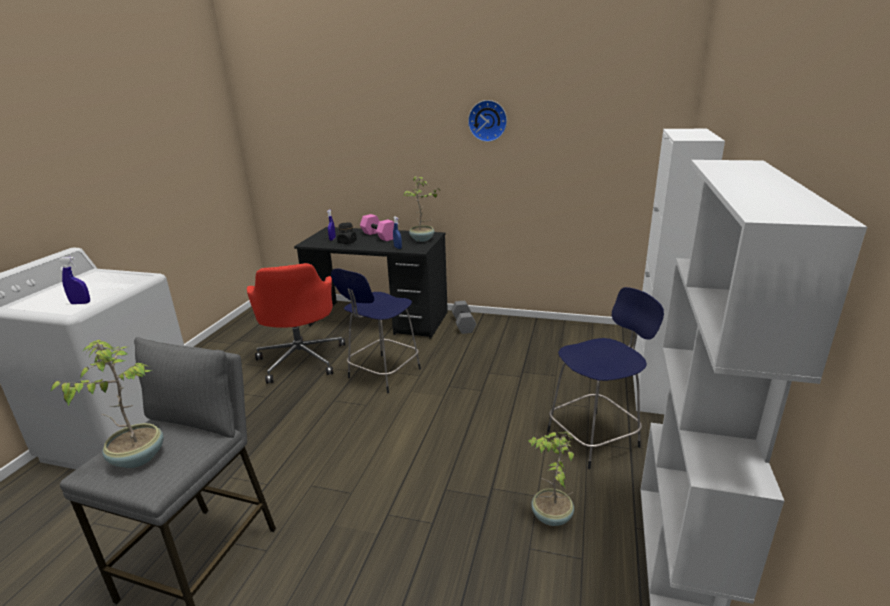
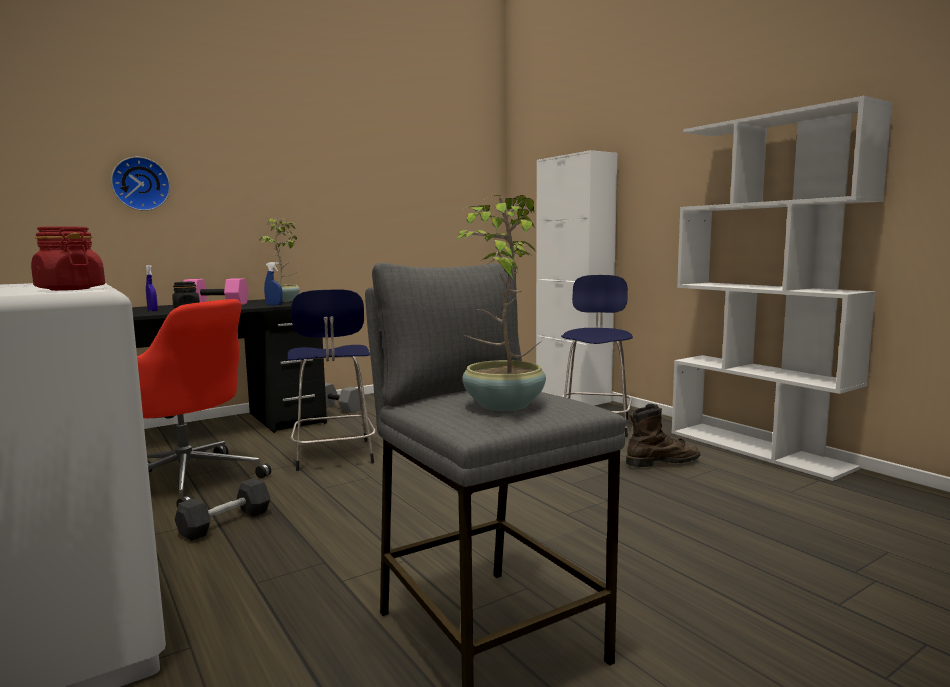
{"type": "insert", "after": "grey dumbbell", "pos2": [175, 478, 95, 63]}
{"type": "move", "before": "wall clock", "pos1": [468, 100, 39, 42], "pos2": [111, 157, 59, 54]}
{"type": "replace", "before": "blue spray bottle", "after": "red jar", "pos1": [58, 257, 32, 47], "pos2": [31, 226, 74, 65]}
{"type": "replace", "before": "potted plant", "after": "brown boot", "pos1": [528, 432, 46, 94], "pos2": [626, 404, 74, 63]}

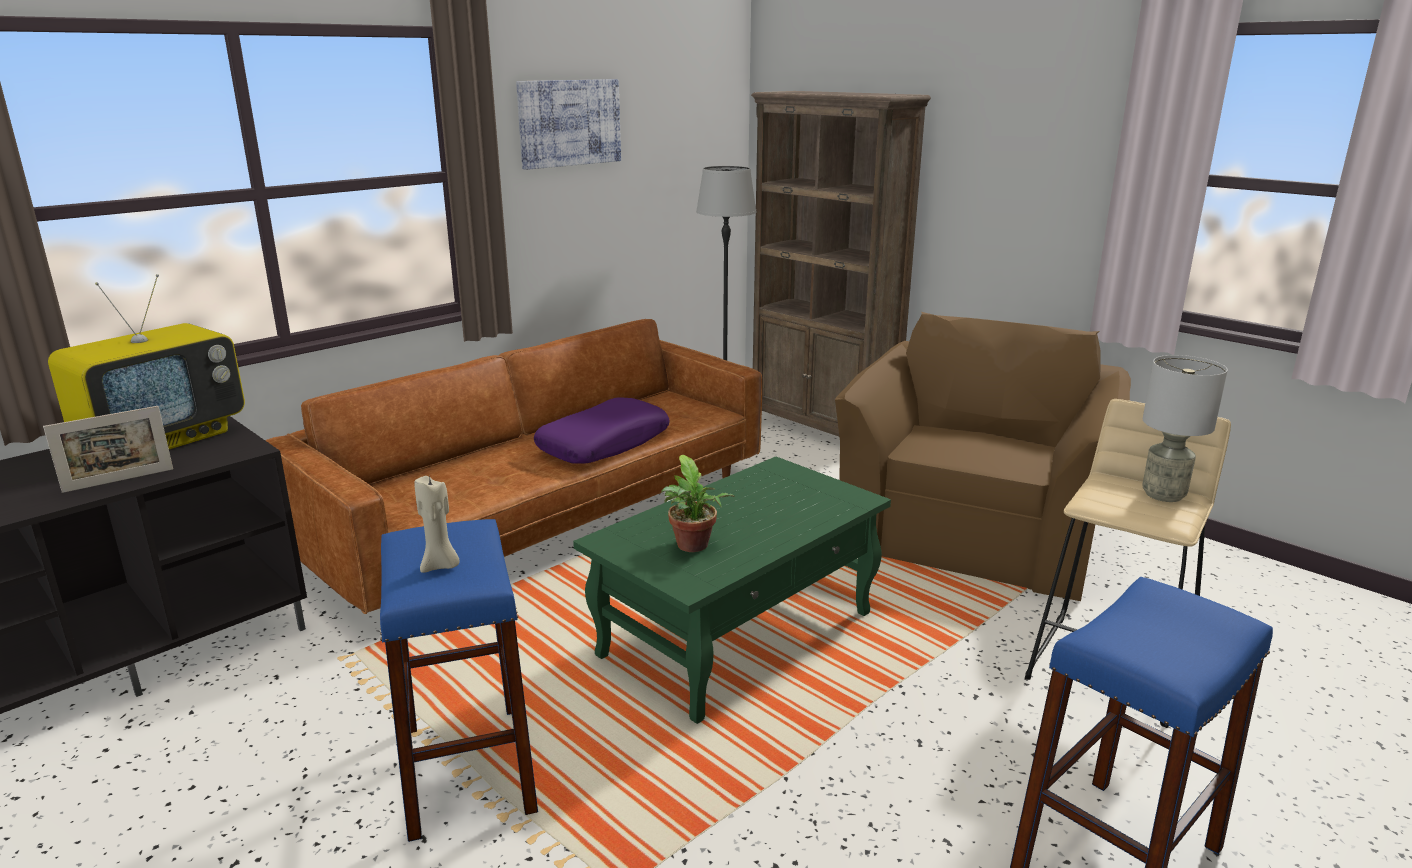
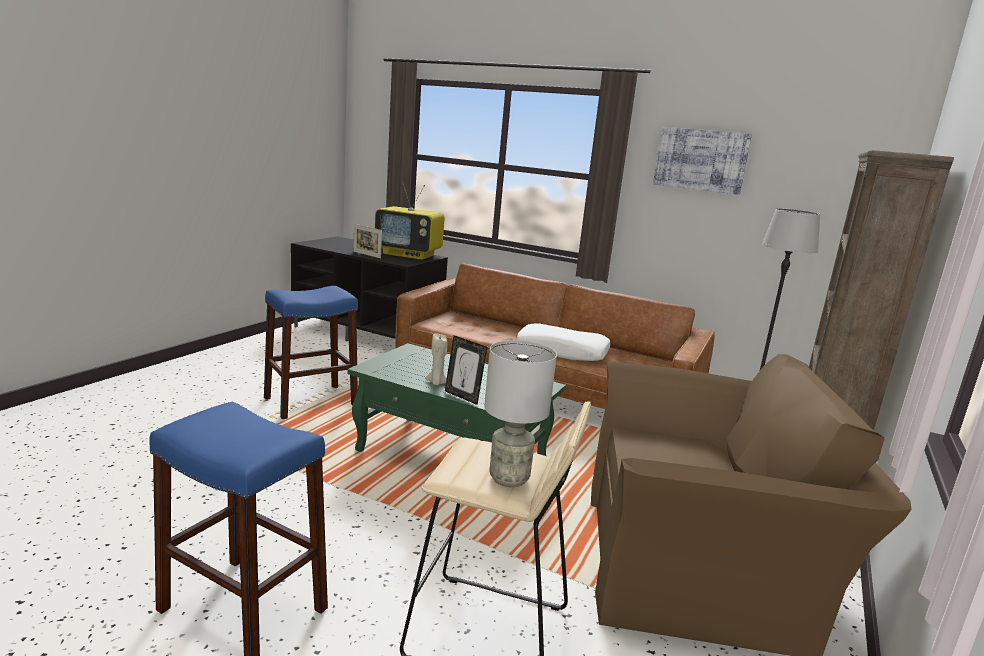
{"type": "delete", "before": "potted plant", "pos1": [661, 455, 74, 97]}
{"type": "insert", "after": "picture frame", "pos2": [445, 335, 42, 70]}
{"type": "move", "before": "beige candle", "pos1": [414, 475, 46, 98], "pos2": [425, 334, 23, 51]}
{"type": "recolor", "before": "purple pillow", "after": "white pillow", "pos1": [534, 397, 136, 67], "pos2": [517, 323, 93, 38]}

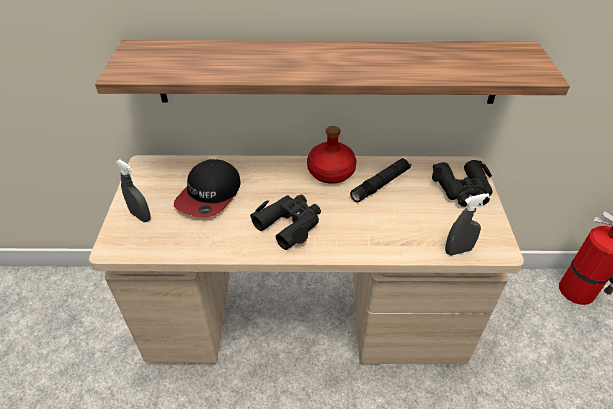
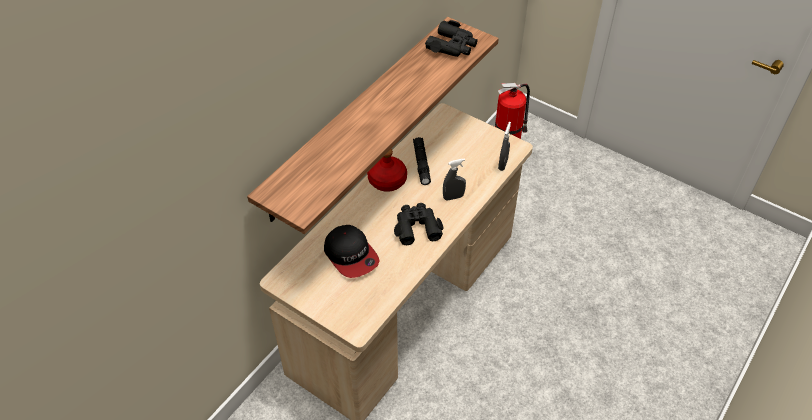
{"type": "move", "before": "grey spray bottle", "pos1": [116, 159, 35, 63], "pos2": [443, 158, 23, 43]}
{"type": "move", "before": "black binoculars", "pos1": [432, 160, 61, 47], "pos2": [425, 20, 53, 37]}

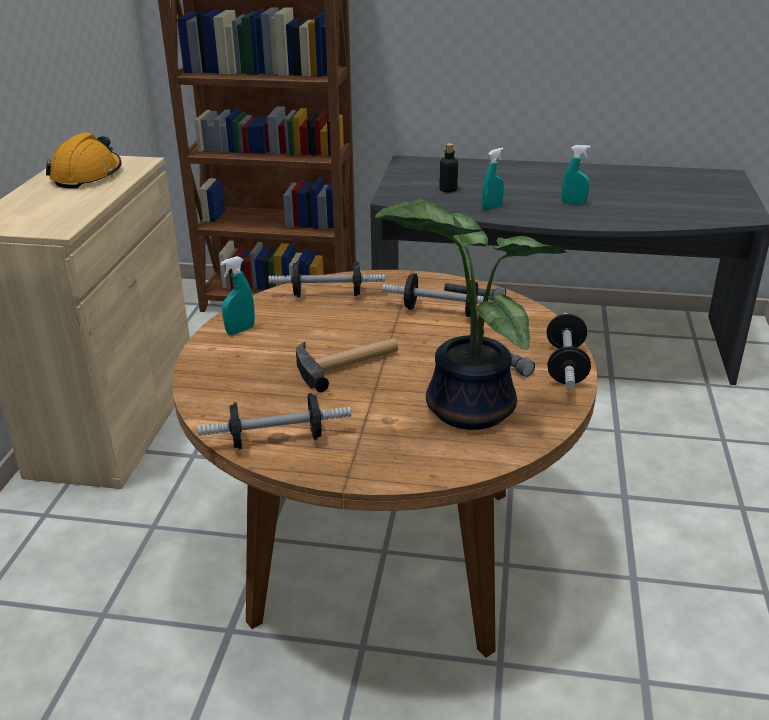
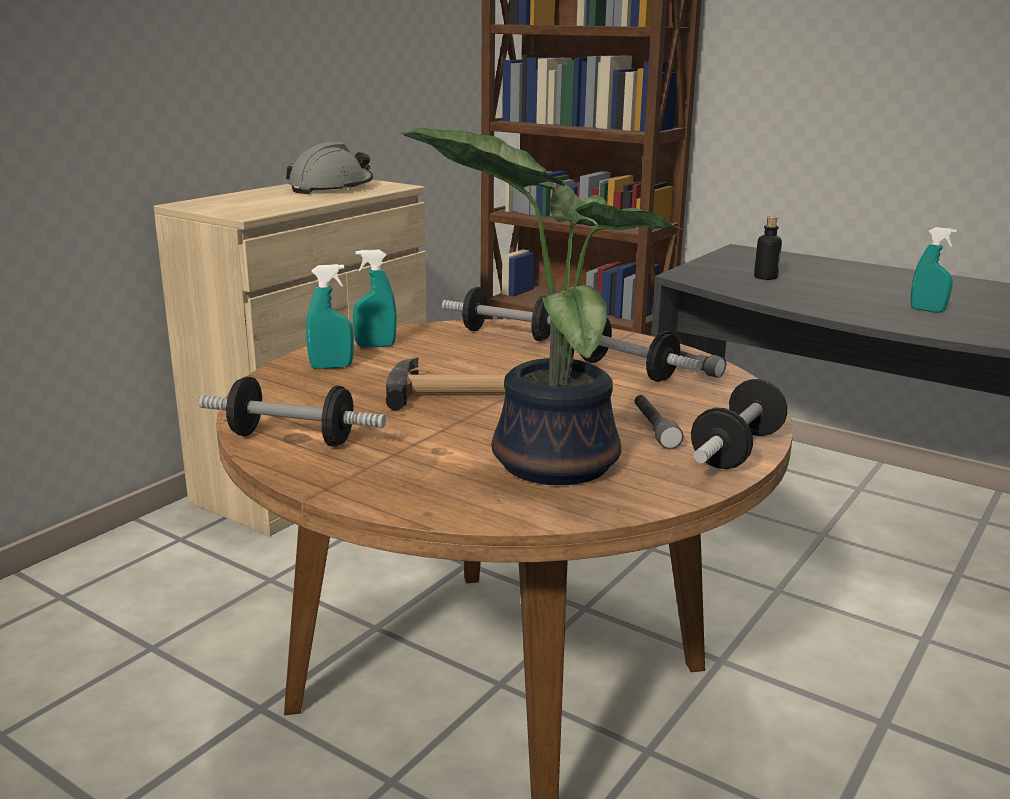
{"type": "move", "before": "turquoise spray bottle", "pos1": [482, 148, 22, 63], "pos2": [306, 264, 48, 105]}
{"type": "recolor", "before": "orange hard hat", "after": "grey hard hat", "pos1": [46, 132, 76, 57], "pos2": [286, 142, 87, 52]}

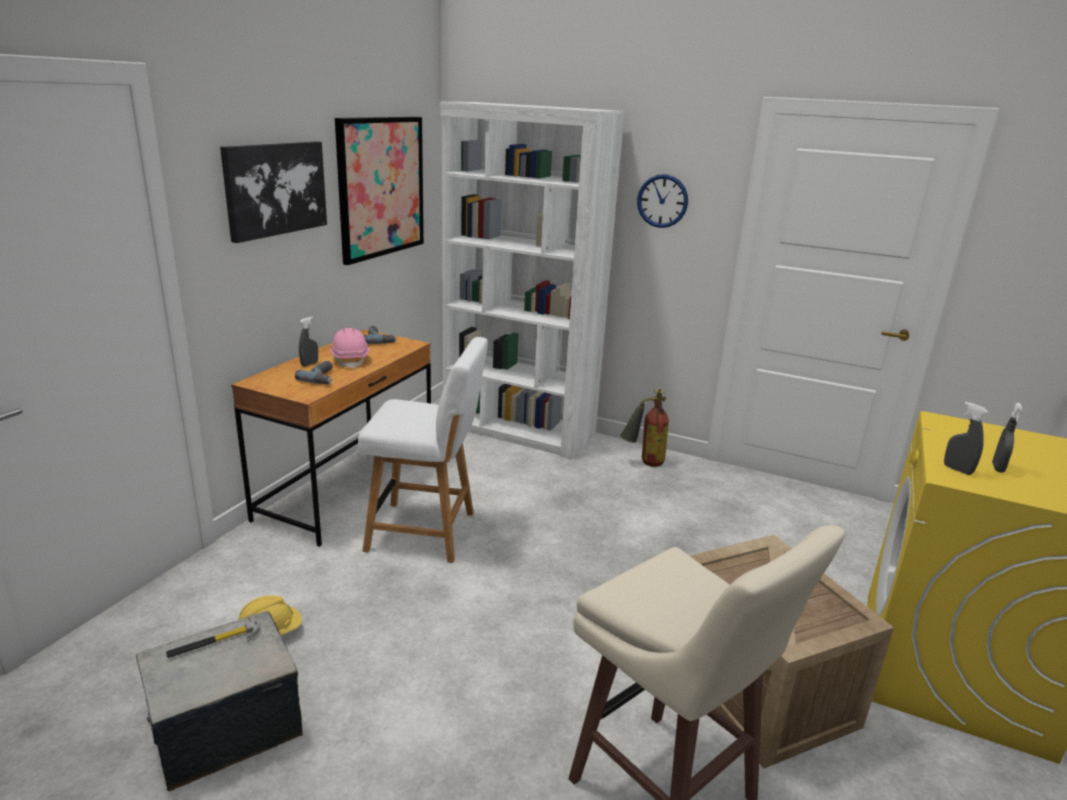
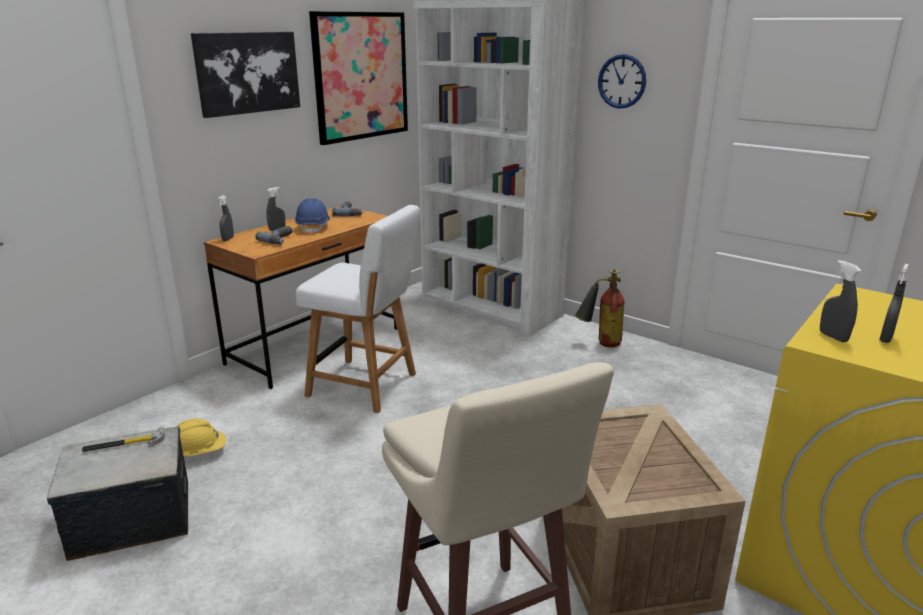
{"type": "insert", "after": "grey spray bottle", "pos2": [218, 195, 16, 46]}
{"type": "recolor", "before": "pink hard hat", "after": "blue hard hat", "pos1": [330, 328, 39, 41], "pos2": [294, 198, 36, 36]}

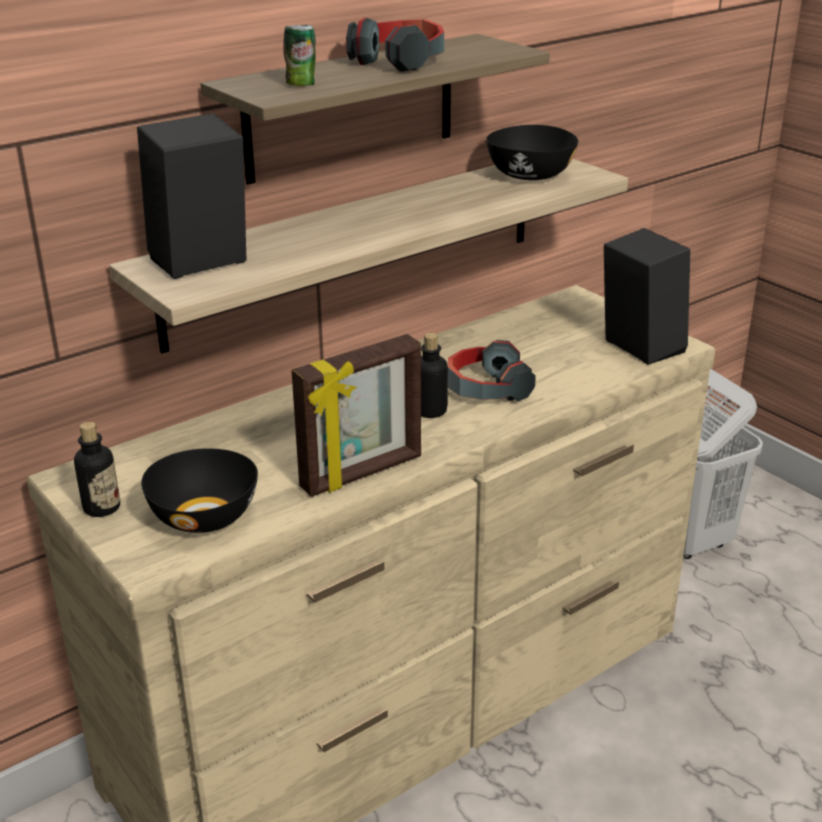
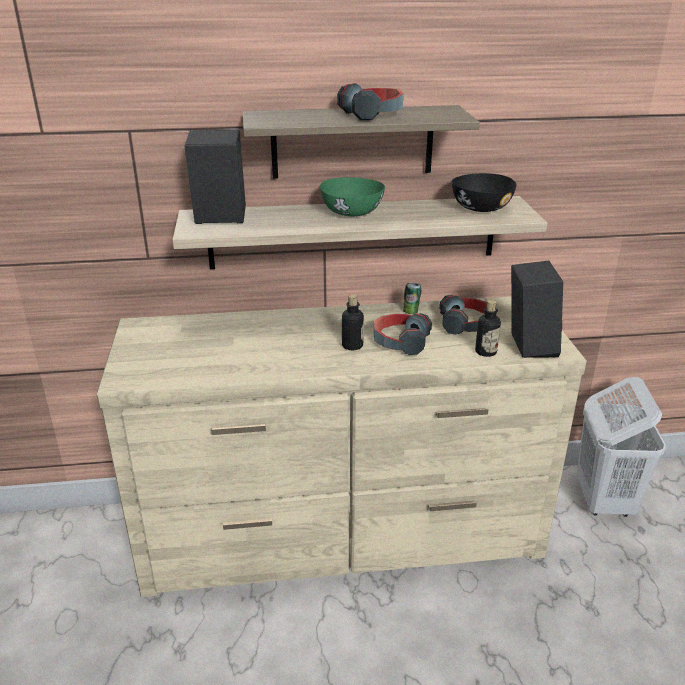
{"type": "delete", "before": "black bowl", "pos1": [141, 448, 117, 85]}
{"type": "delete", "before": "picture frame", "pos1": [291, 334, 130, 163]}
{"type": "insert", "after": "green bowl", "pos2": [320, 177, 65, 39]}
{"type": "insert", "after": "headphones", "pos2": [440, 294, 47, 41]}
{"type": "move", "before": "bottle", "pos1": [74, 422, 46, 95], "pos2": [475, 300, 26, 57]}
{"type": "move", "before": "can", "pos1": [283, 25, 33, 61], "pos2": [403, 283, 19, 31]}

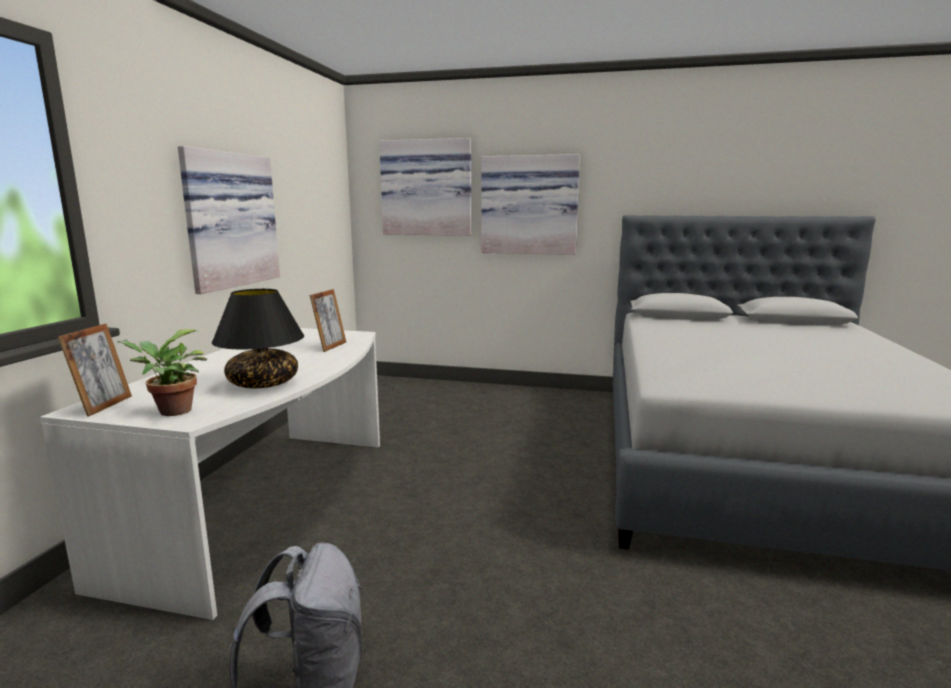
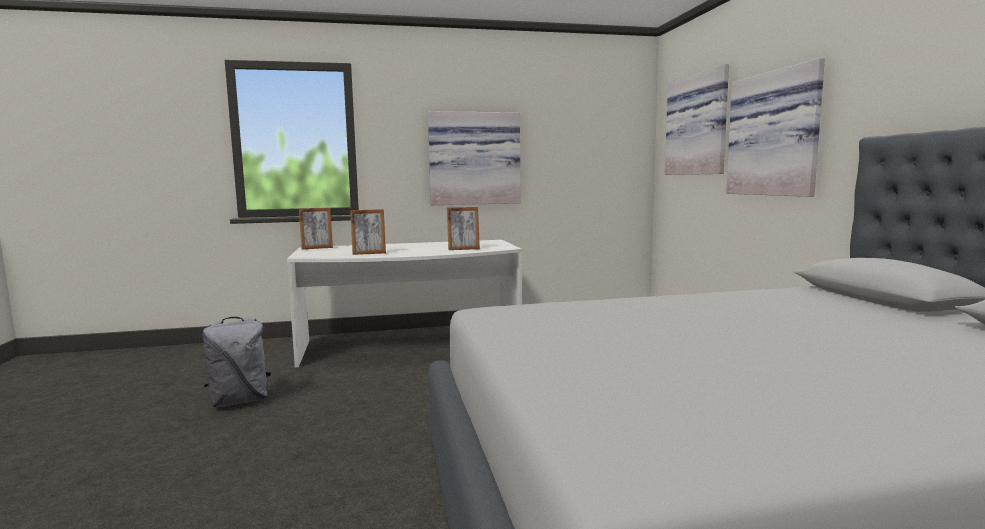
{"type": "delete", "before": "potted plant", "pos1": [118, 329, 89, 87]}
{"type": "replace", "before": "black table lamp", "after": "picture frame", "pos1": [212, 289, 92, 99], "pos2": [350, 209, 36, 46]}

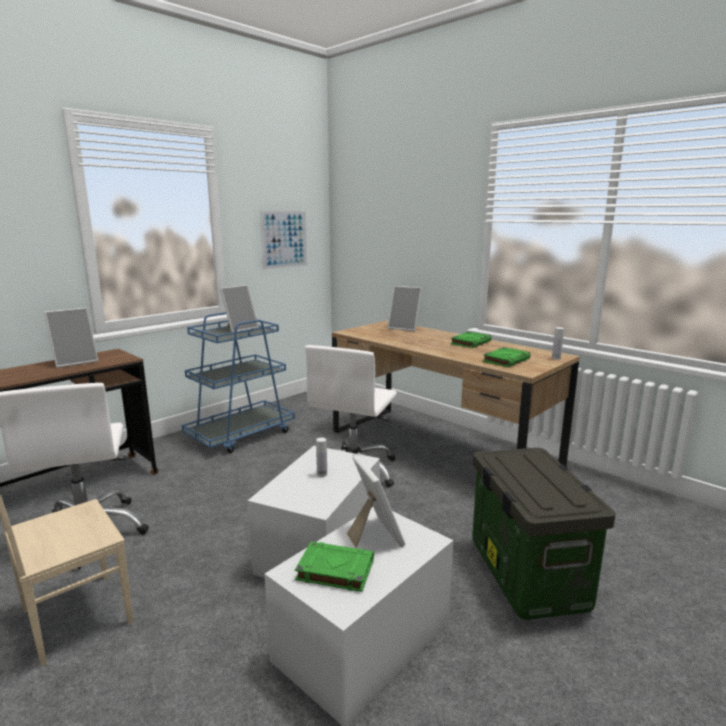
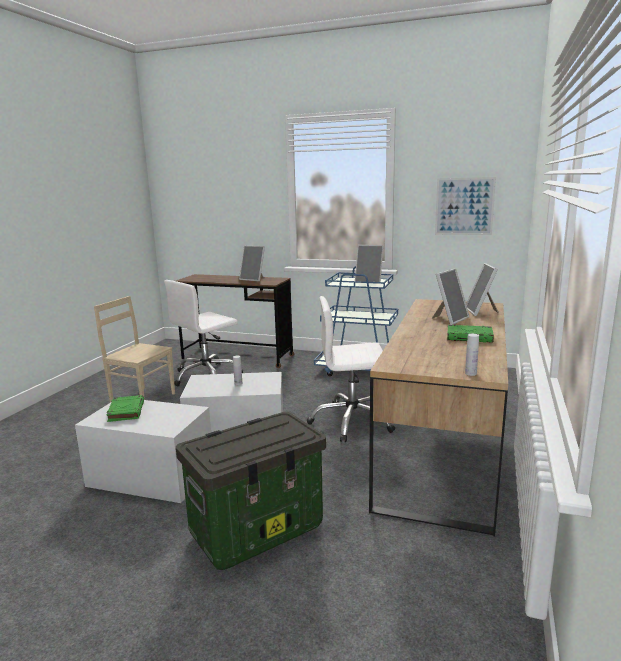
{"type": "delete", "before": "green book", "pos1": [483, 347, 47, 20]}
{"type": "move", "before": "picture frame", "pos1": [347, 455, 58, 93], "pos2": [432, 268, 38, 57]}

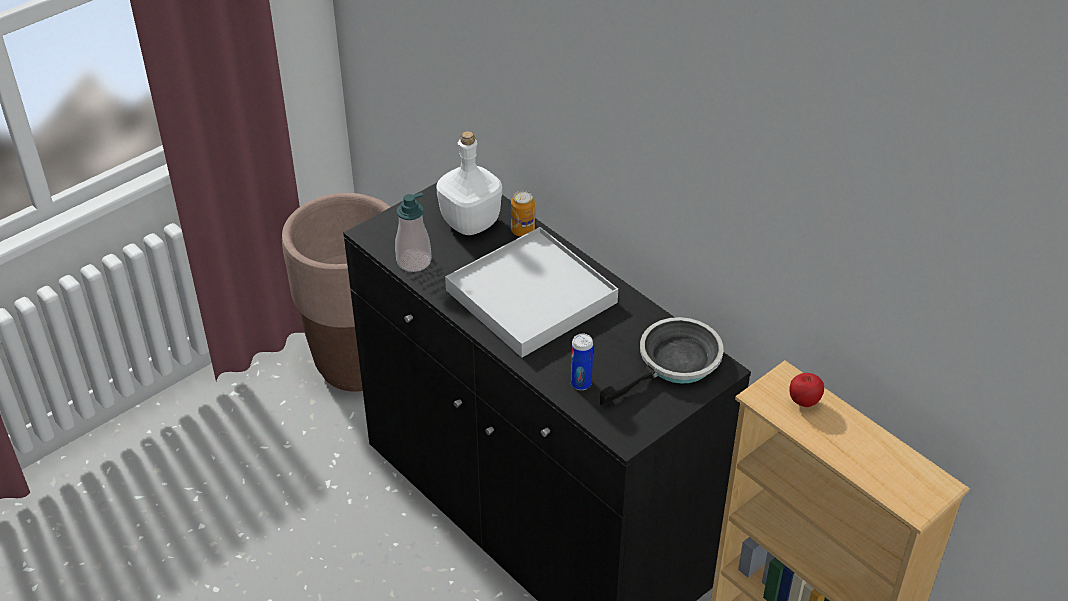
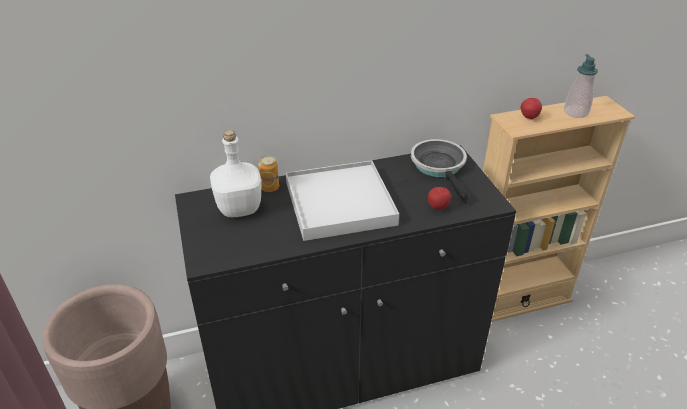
{"type": "move", "before": "soap dispenser", "pos1": [395, 192, 37, 80], "pos2": [564, 54, 34, 64]}
{"type": "replace", "before": "can", "after": "apple", "pos1": [571, 334, 22, 56], "pos2": [428, 187, 23, 23]}

